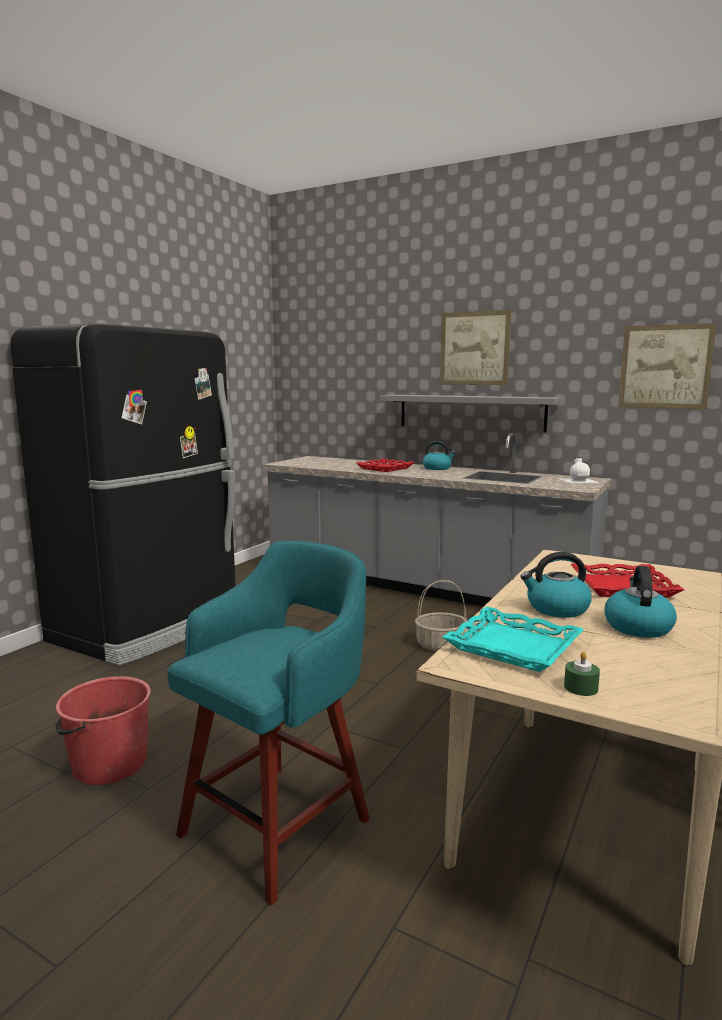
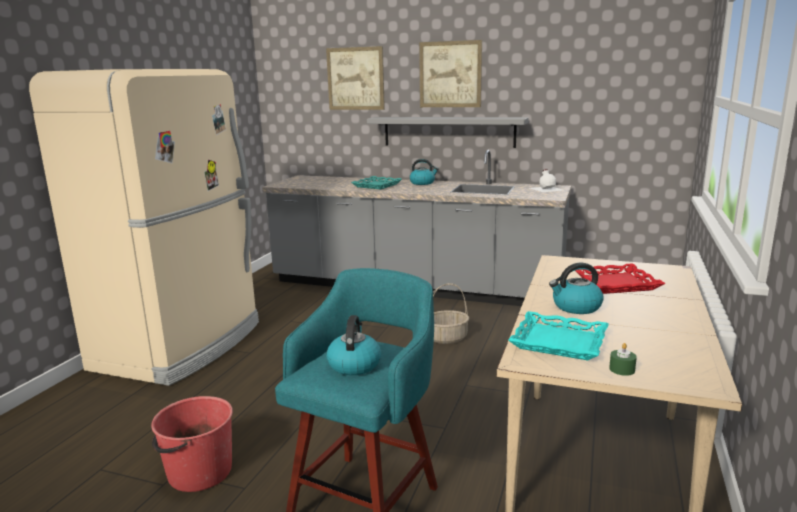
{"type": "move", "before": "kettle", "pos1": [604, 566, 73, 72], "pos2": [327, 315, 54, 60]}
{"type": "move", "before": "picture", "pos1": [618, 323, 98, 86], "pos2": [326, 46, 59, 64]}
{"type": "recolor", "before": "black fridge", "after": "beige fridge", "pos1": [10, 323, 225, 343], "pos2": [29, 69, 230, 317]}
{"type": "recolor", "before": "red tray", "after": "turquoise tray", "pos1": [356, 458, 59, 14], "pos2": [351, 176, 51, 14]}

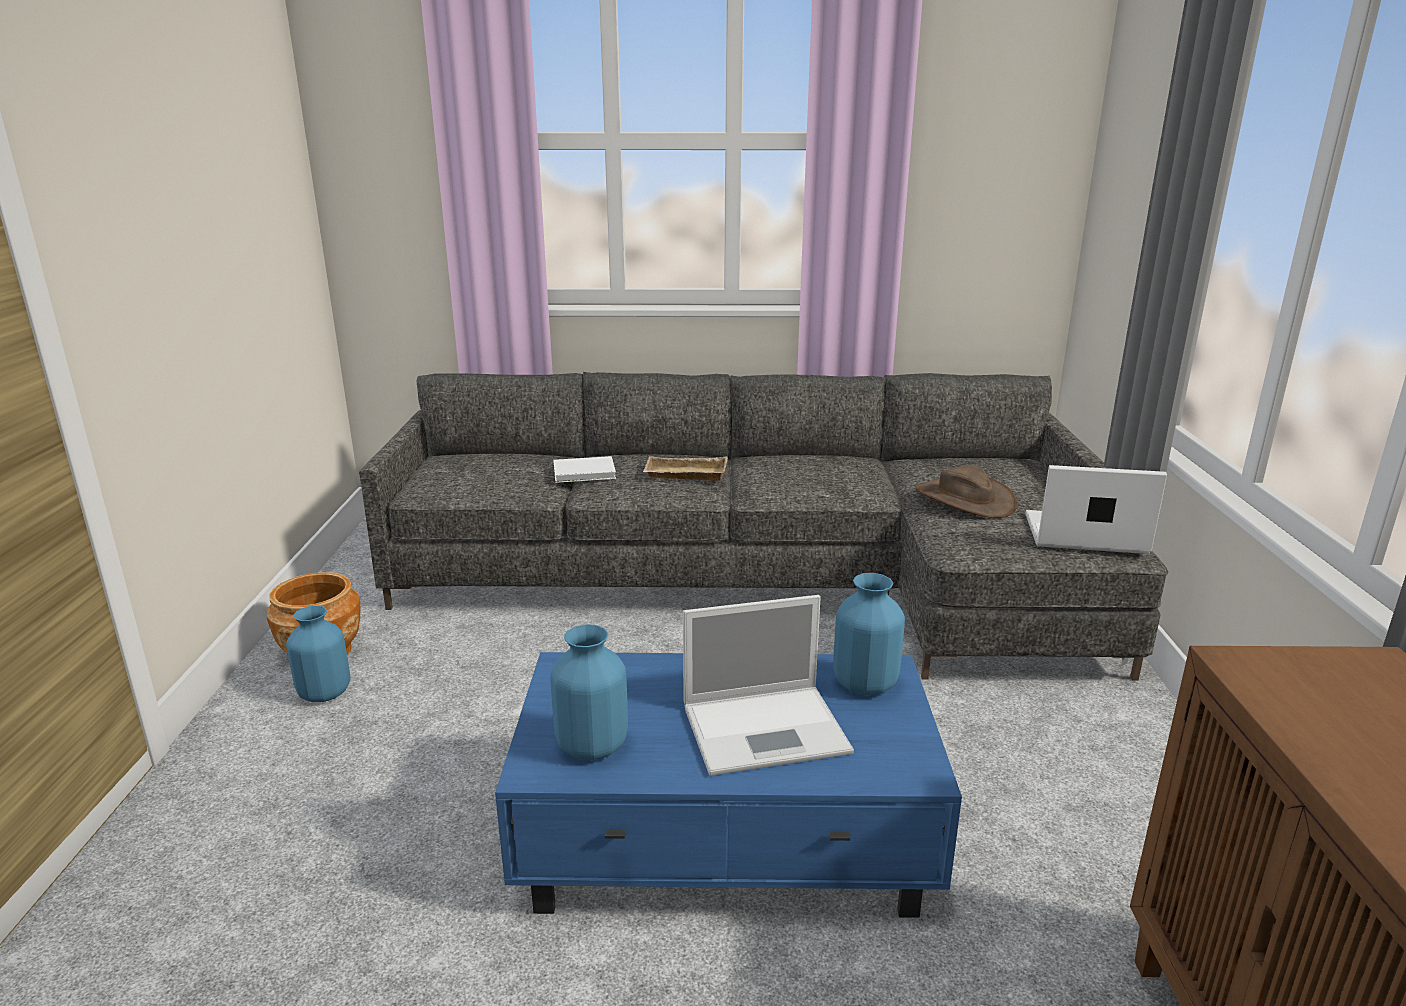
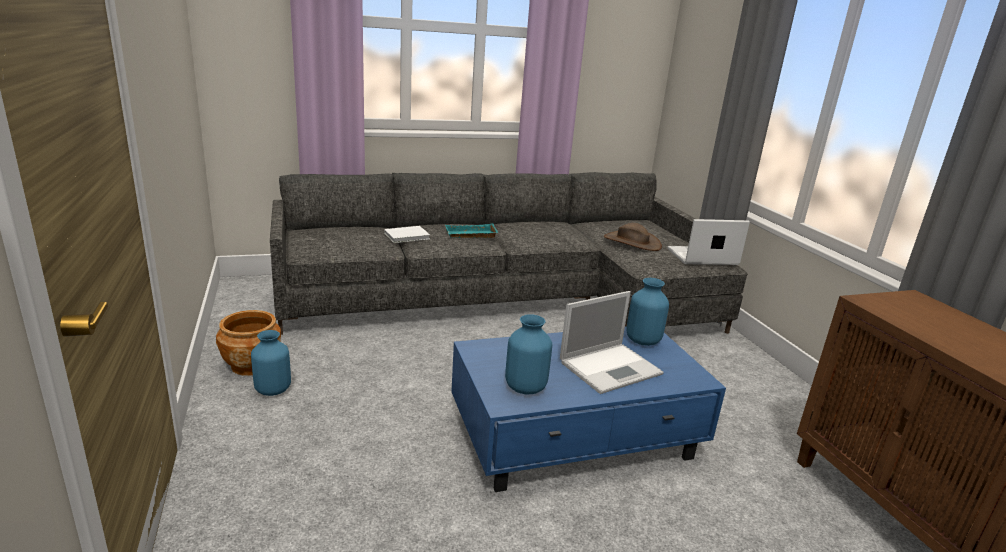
{"type": "recolor", "before": "beige tray", "after": "turquoise tray", "pos1": [643, 456, 85, 25], "pos2": [445, 223, 53, 15]}

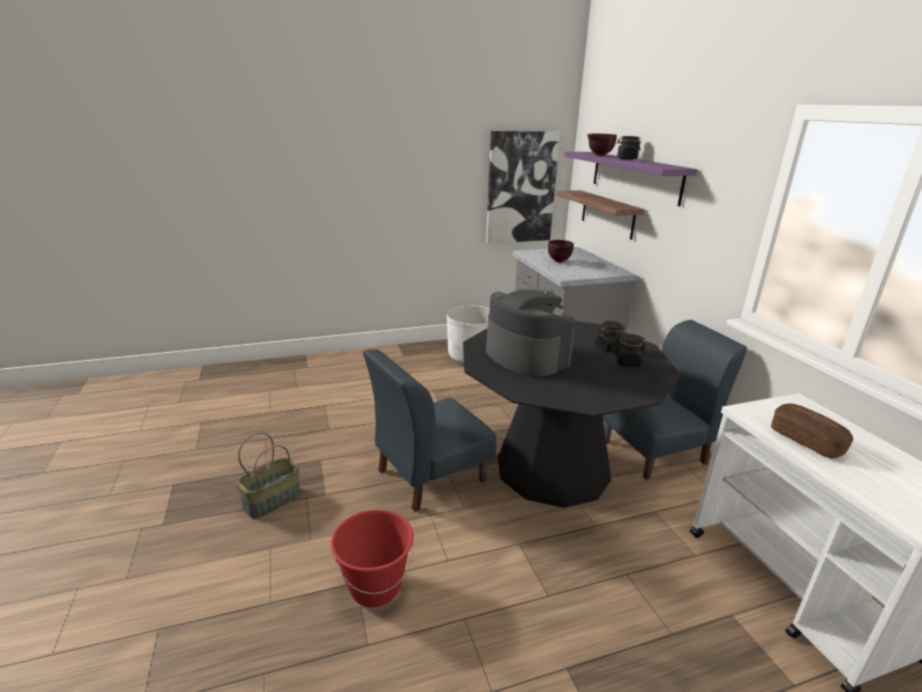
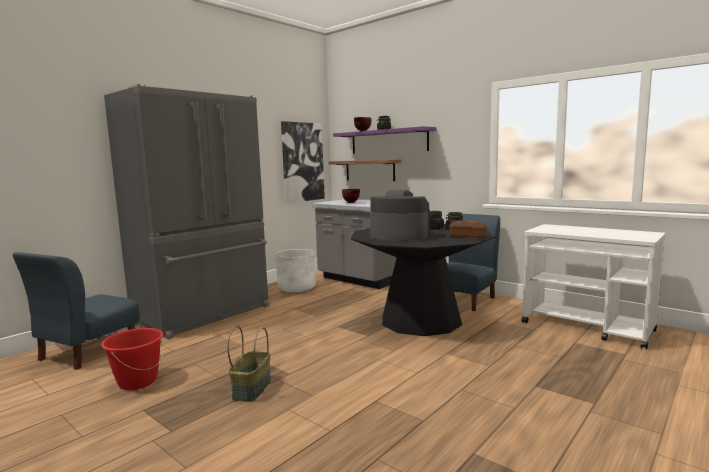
{"type": "insert", "after": "grey fridge", "pos2": [104, 84, 166, 255]}
{"type": "move", "before": "red bucket", "pos1": [331, 509, 83, 98], "pos2": [101, 328, 62, 62]}
{"type": "move", "before": "blue chair", "pos1": [363, 349, 133, 163], "pos2": [13, 252, 127, 118]}
{"type": "move", "before": "bread", "pos1": [771, 404, 83, 55], "pos2": [449, 221, 38, 17]}

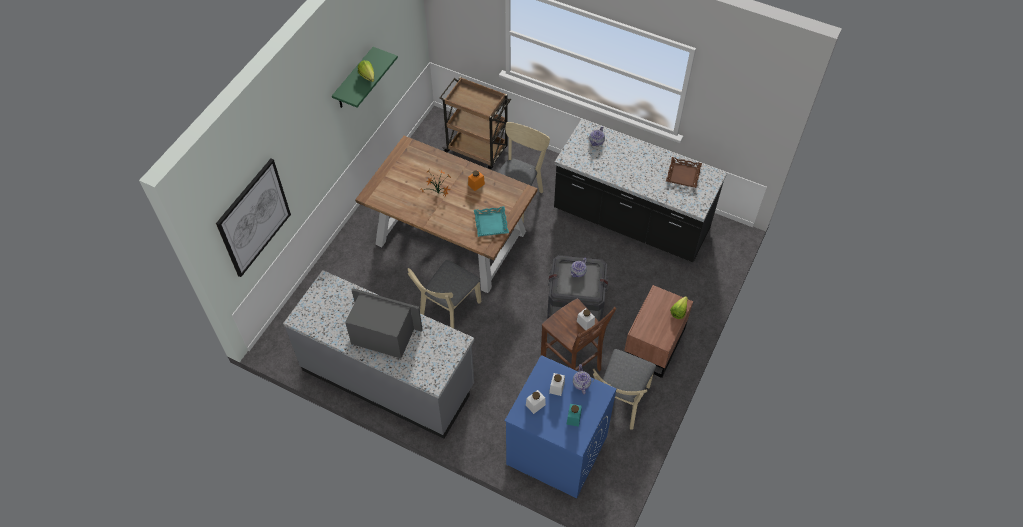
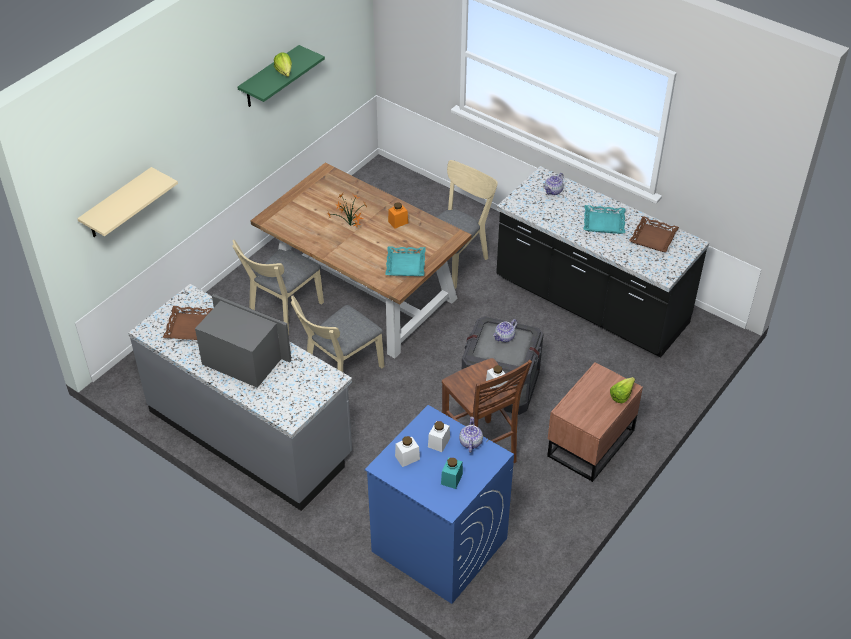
{"type": "delete", "before": "brown cart", "pos1": [440, 77, 71, 93]}
{"type": "insert", "after": "brown tray", "pos2": [163, 306, 50, 34]}
{"type": "insert", "after": "turquoise tray", "pos2": [583, 205, 43, 29]}
{"type": "move", "before": "beige chair", "pos1": [593, 349, 63, 80], "pos2": [232, 240, 92, 94]}
{"type": "replace", "before": "picture", "after": "beige shelf", "pos1": [216, 159, 75, 118], "pos2": [77, 167, 101, 70]}

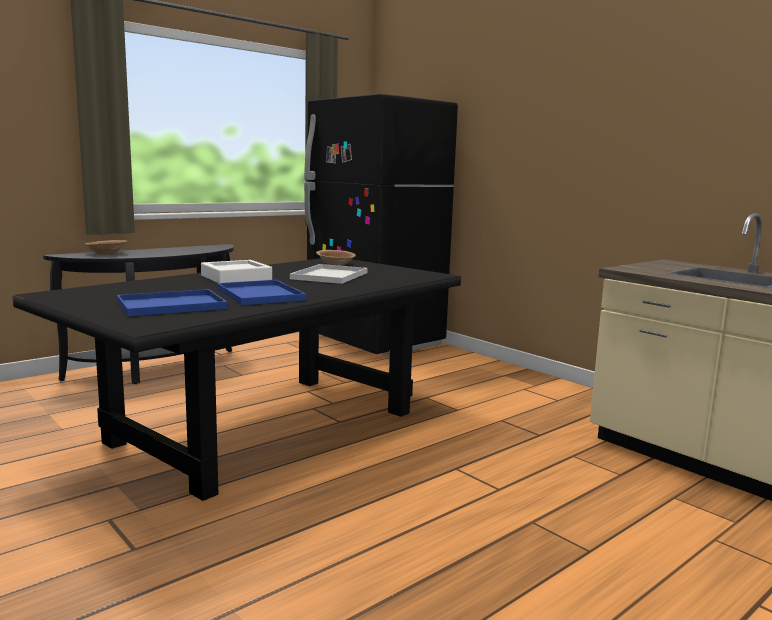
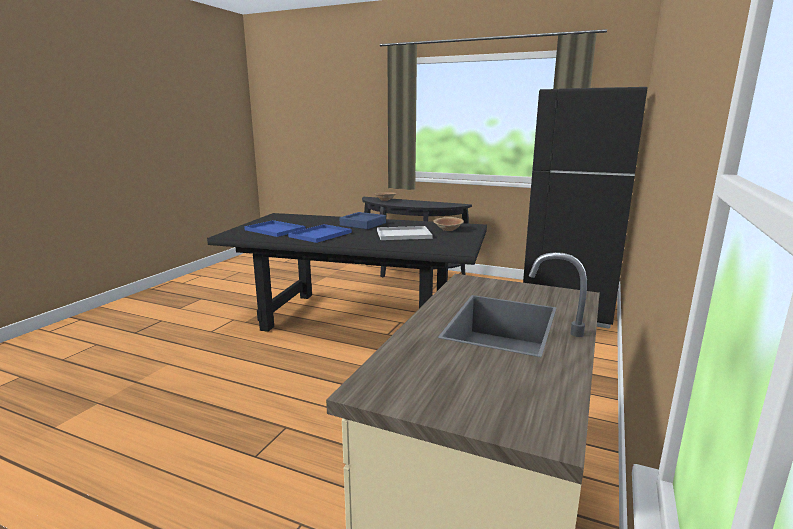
{"type": "recolor", "before": "white tray", "after": "blue tray", "pos1": [201, 260, 71, 23], "pos2": [340, 212, 46, 17]}

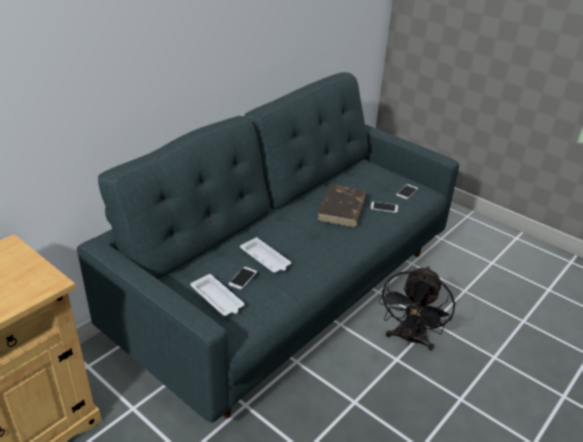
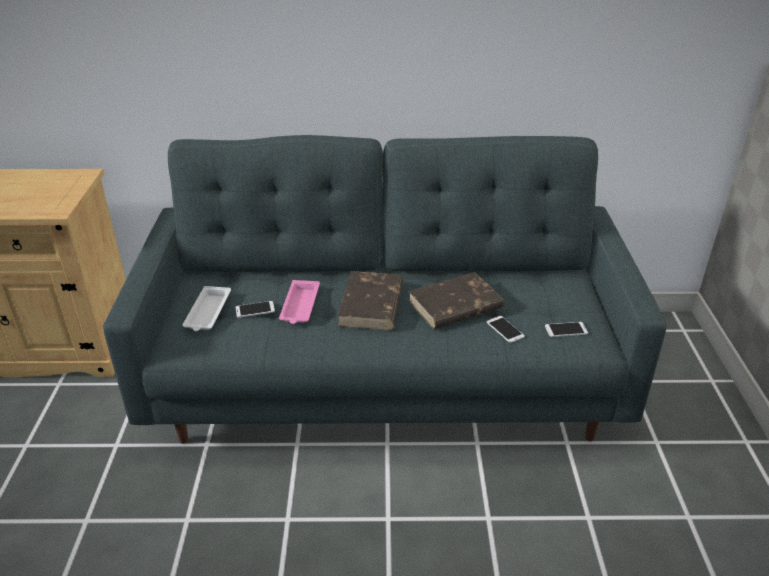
{"type": "delete", "before": "black fan", "pos1": [379, 266, 76, 85]}
{"type": "insert", "after": "brown book", "pos2": [337, 271, 66, 59]}
{"type": "recolor", "before": "white tray", "after": "pink tray", "pos1": [240, 237, 51, 36], "pos2": [279, 280, 41, 44]}

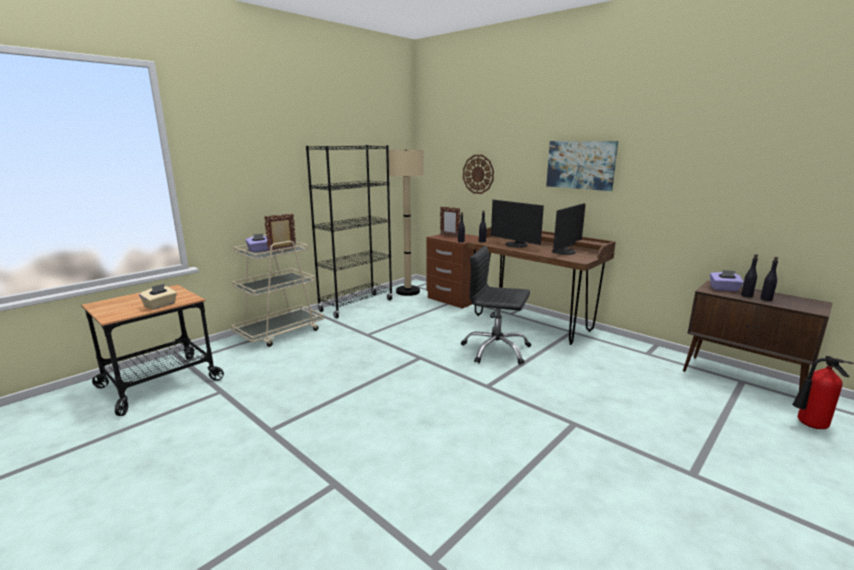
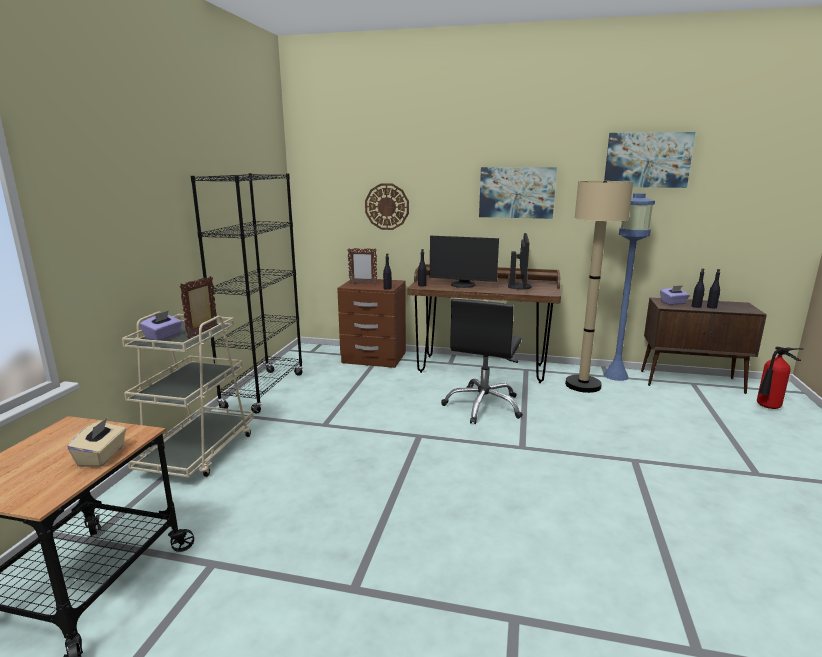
{"type": "insert", "after": "blue floor lamp", "pos2": [603, 193, 52, 188]}
{"type": "insert", "after": "picture", "pos2": [604, 132, 92, 56]}
{"type": "move", "before": "beige floor lamp", "pos1": [389, 149, 35, 147], "pos2": [565, 181, 68, 212]}
{"type": "rotate", "before": "black office chair", "pos1": [461, 246, 70, 119], "pos2": [441, 299, 82, 125], "turn": -60}

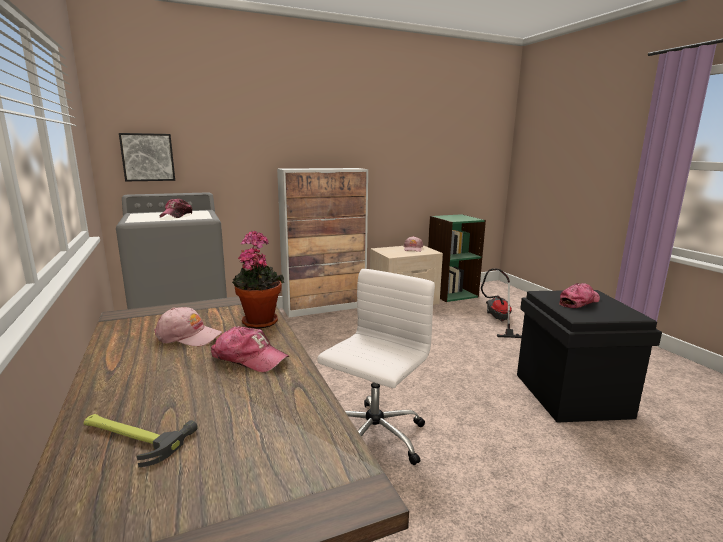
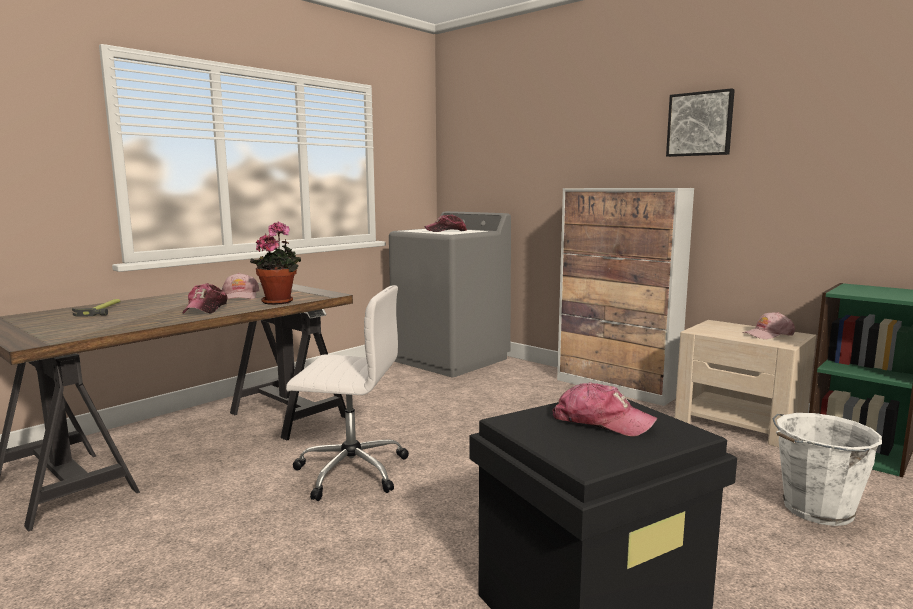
{"type": "move", "before": "picture", "pos1": [119, 133, 56, 48], "pos2": [666, 88, 69, 69]}
{"type": "replace", "before": "vacuum cleaner", "after": "white bucket", "pos1": [481, 268, 41, 70], "pos2": [772, 413, 110, 113]}

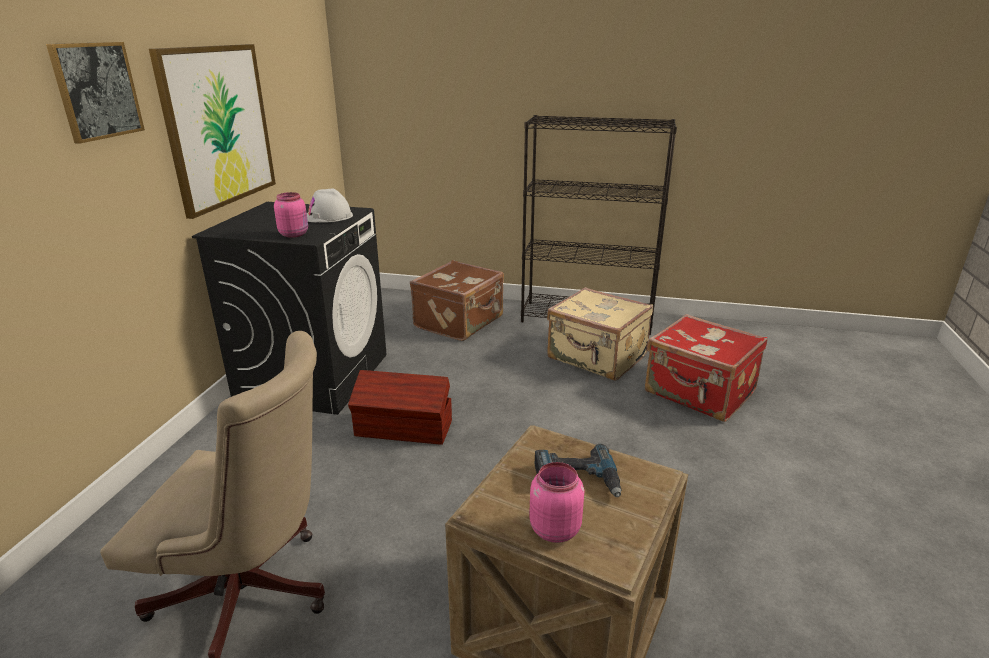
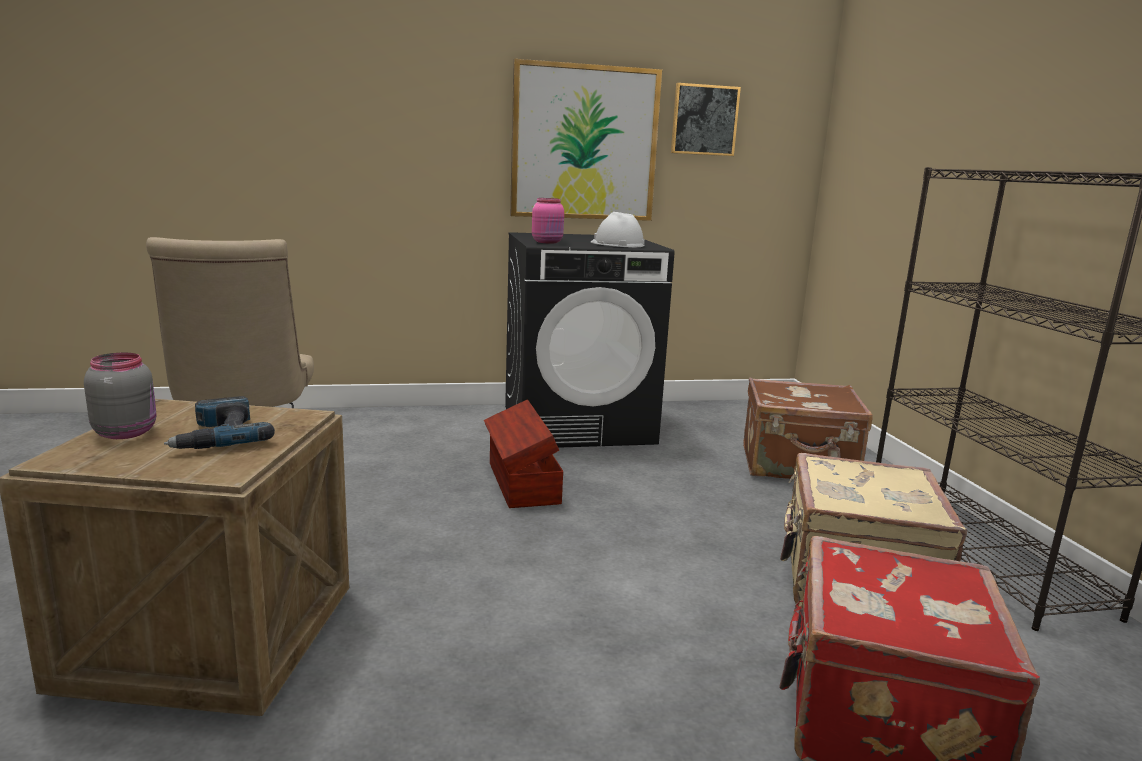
{"type": "move", "before": "picture", "pos1": [46, 42, 99, 102], "pos2": [671, 83, 70, 73]}
{"type": "recolor", "before": "pink jar", "after": "grey jar", "pos1": [529, 462, 55, 81], "pos2": [84, 353, 72, 86]}

